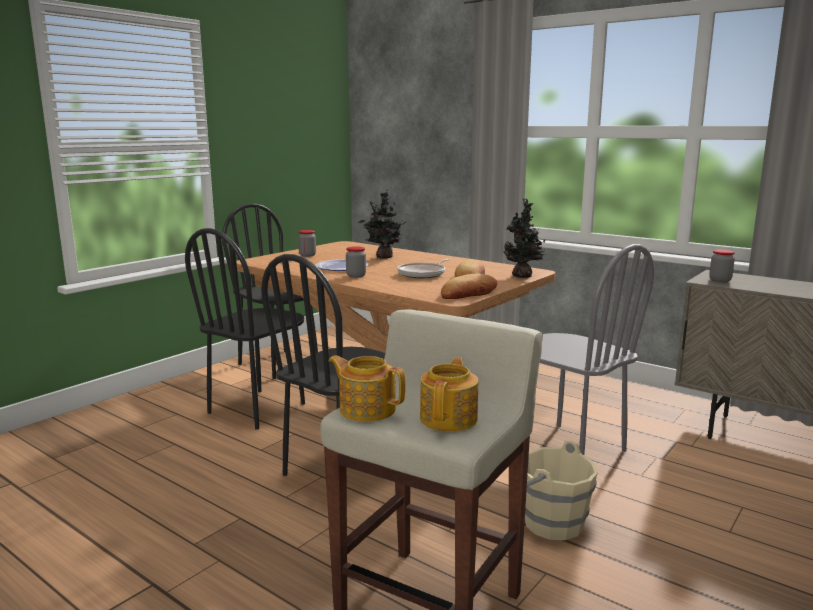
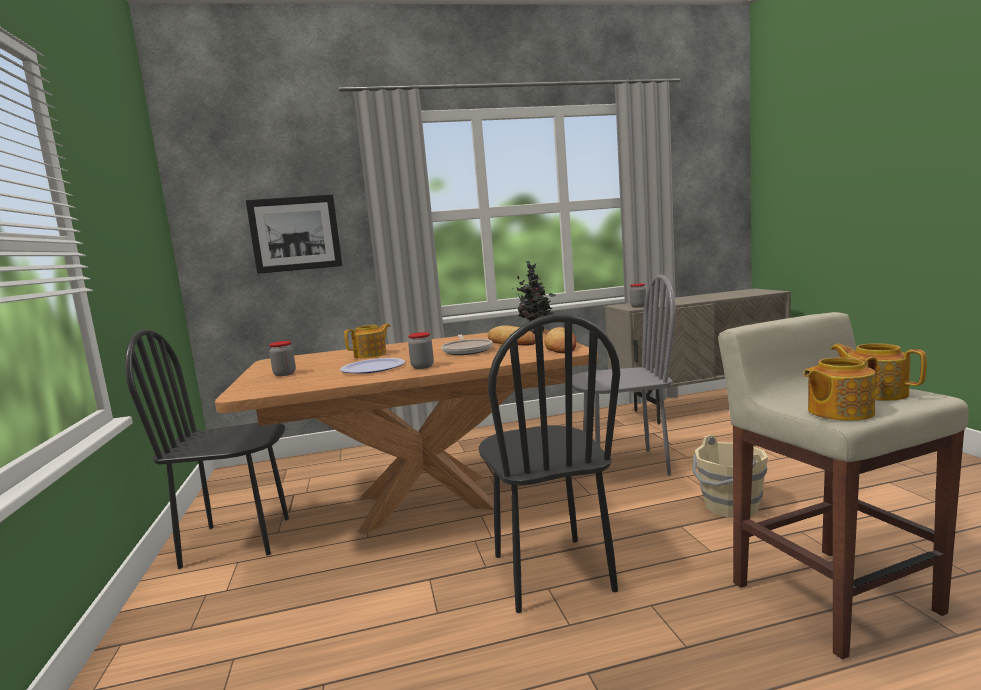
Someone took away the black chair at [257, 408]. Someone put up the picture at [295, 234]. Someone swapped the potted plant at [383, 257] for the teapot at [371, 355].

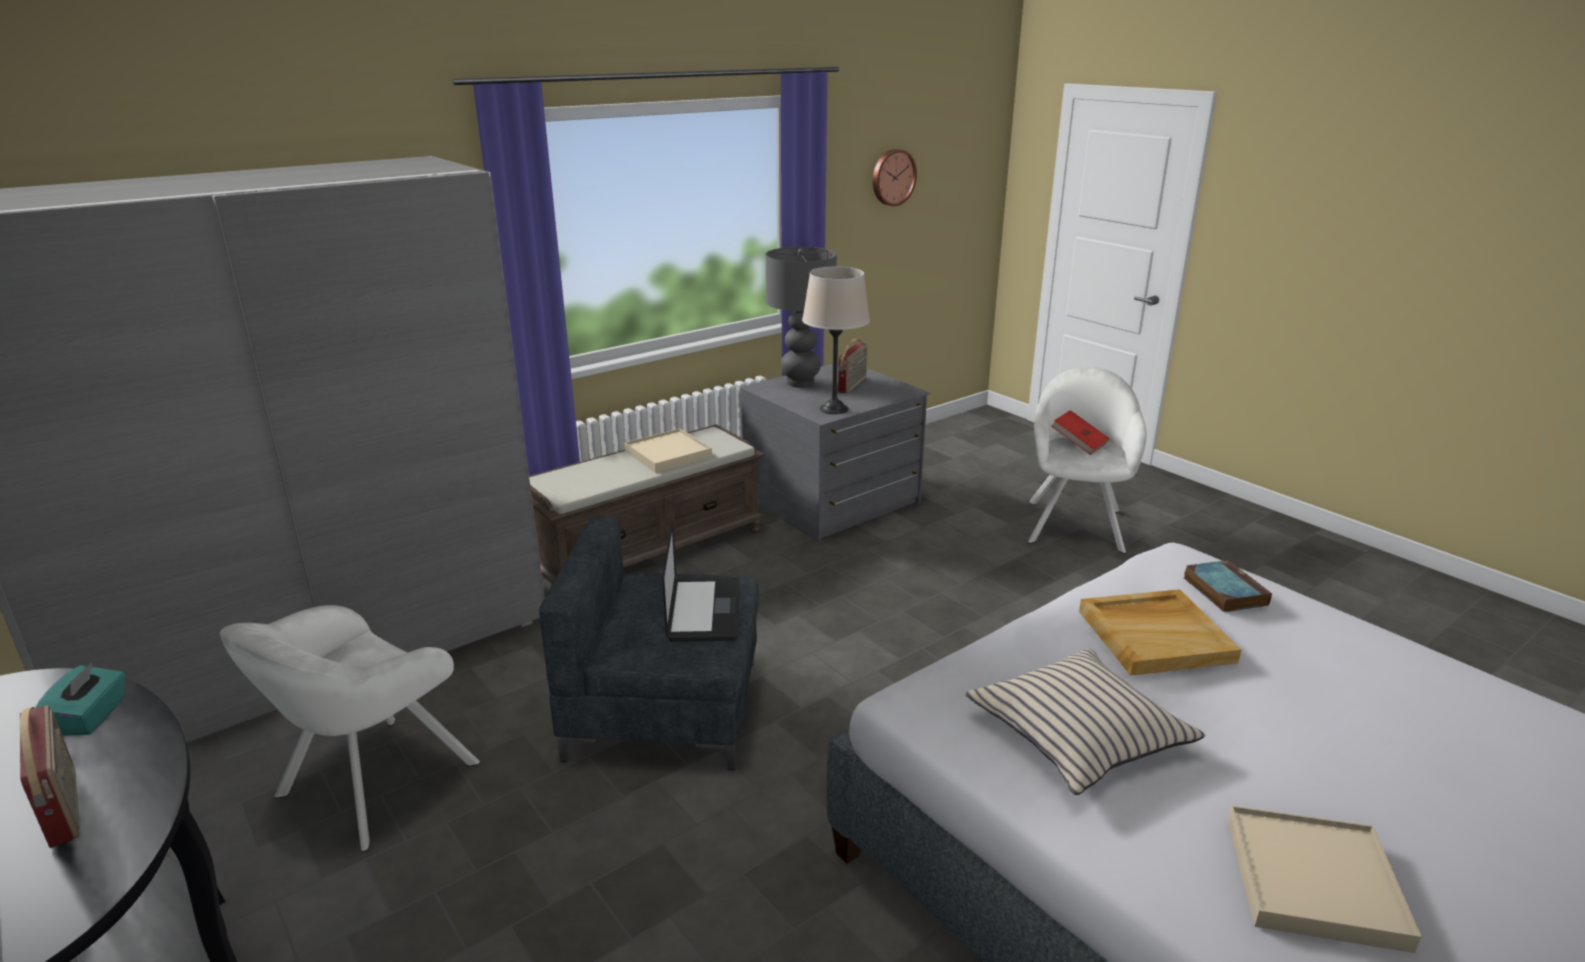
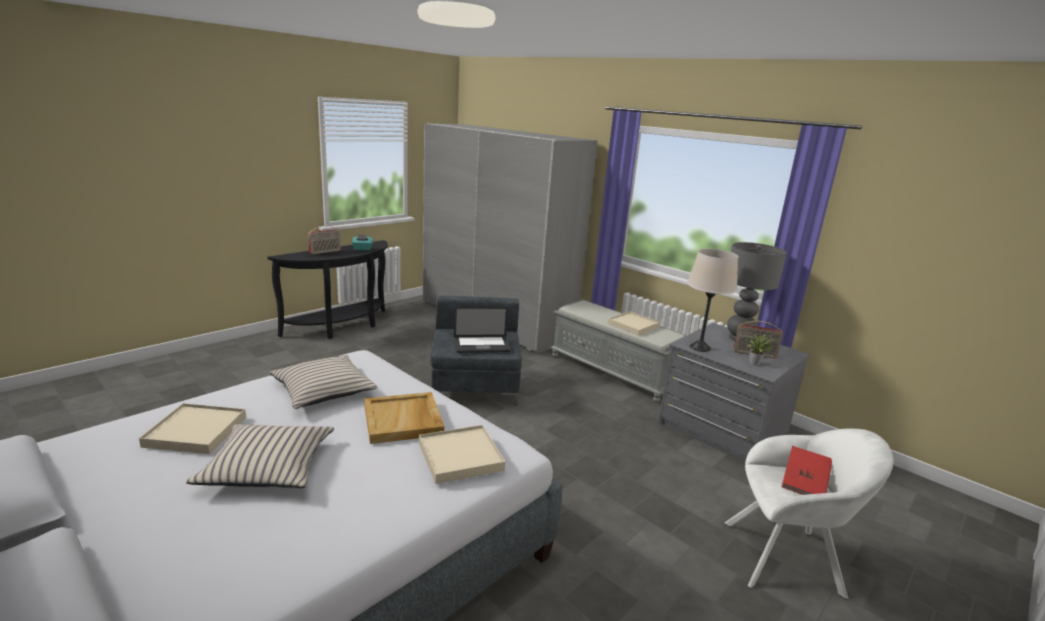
Someone took away the white armchair at [370, 785]. Someone took away the wall clock at [892, 177]. Someone put down the beige pillow at [268, 466]. Someone put down the potted plant at [755, 363]. Someone swapped the book at [1223, 590] for the beige tray at [460, 456]. Someone repainted the brown bench at [650, 550], which became the grey bench at [613, 372].

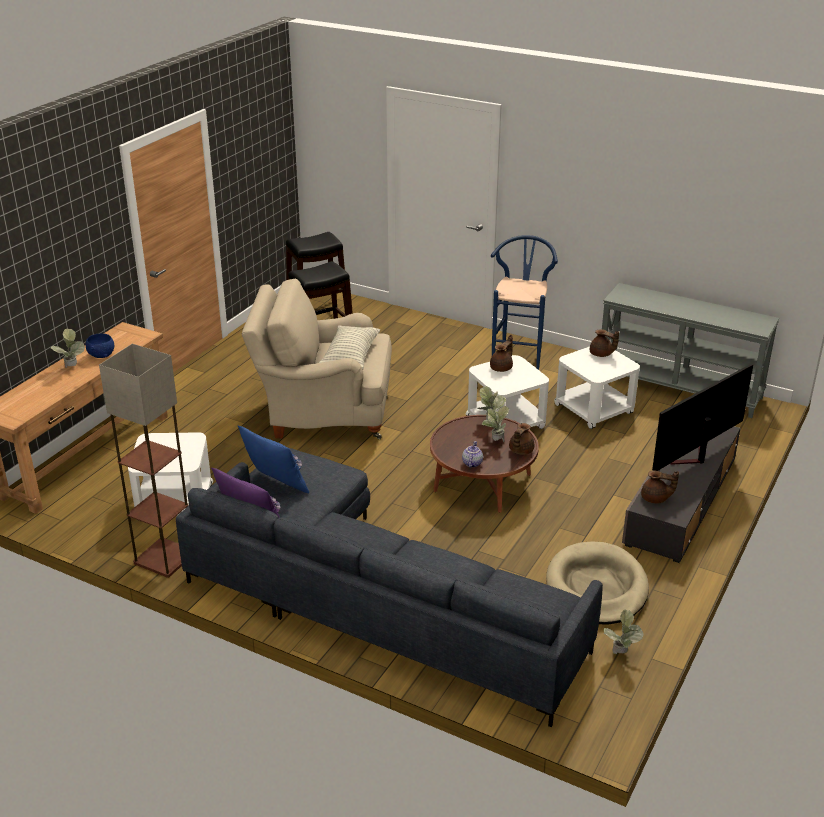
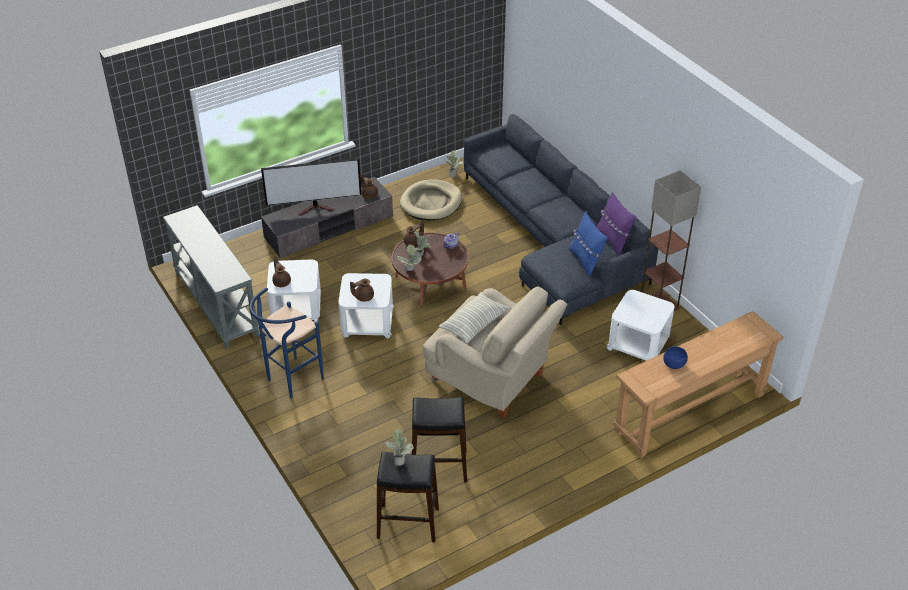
Someone carried the potted plant from [72, 368] to [399, 459].

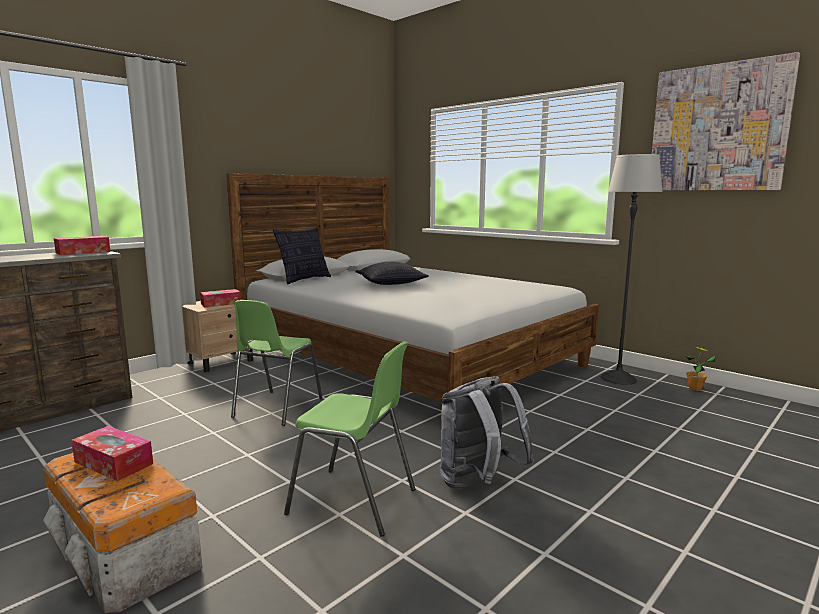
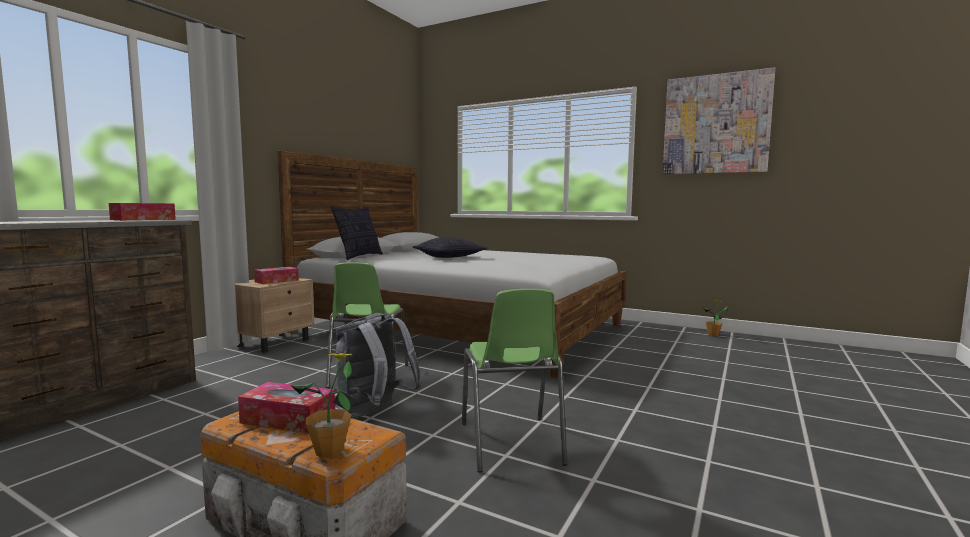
Someone took away the floor lamp at [618, 379]. Someone put down the potted plant at [329, 451]. Someone carried the grey backpack from [478, 484] to [374, 414]. Someone rotated the green chair at [354, 502] by 75 degrees clockwise.

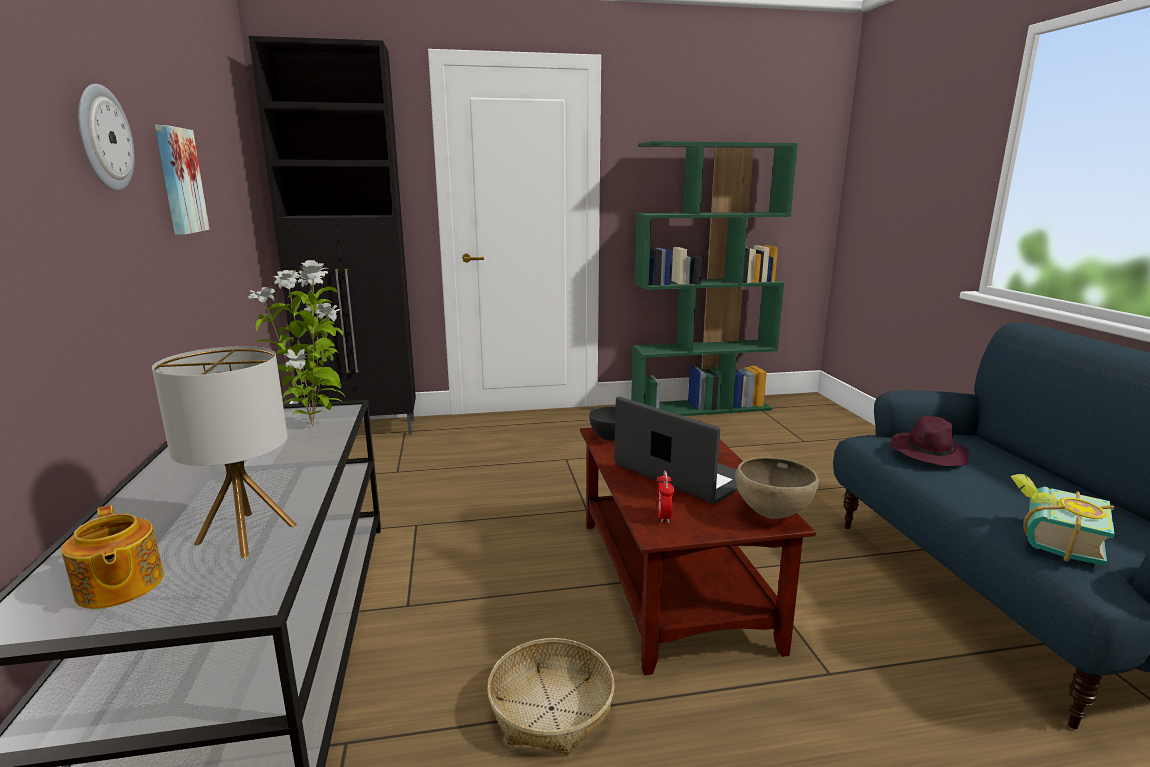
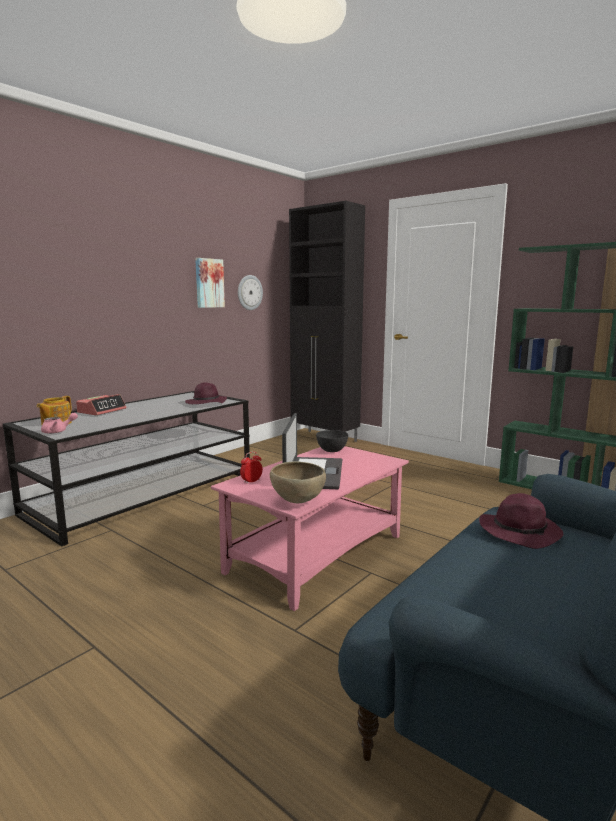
Someone took away the table lamp at [247, 534]. Someone took away the basket at [550, 708]. Someone took away the book at [1050, 539]. Someone put down the pink teapot at [58, 431]. Someone put down the alarm clock at [102, 411]. Someone carried the wall clock from [103, 138] to [249, 292]. Someone swapped the potted plant at [314, 425] for the purple hat at [206, 403]. Someone repainted the brown coffee table at [673, 582], which became the pink coffee table at [316, 554].

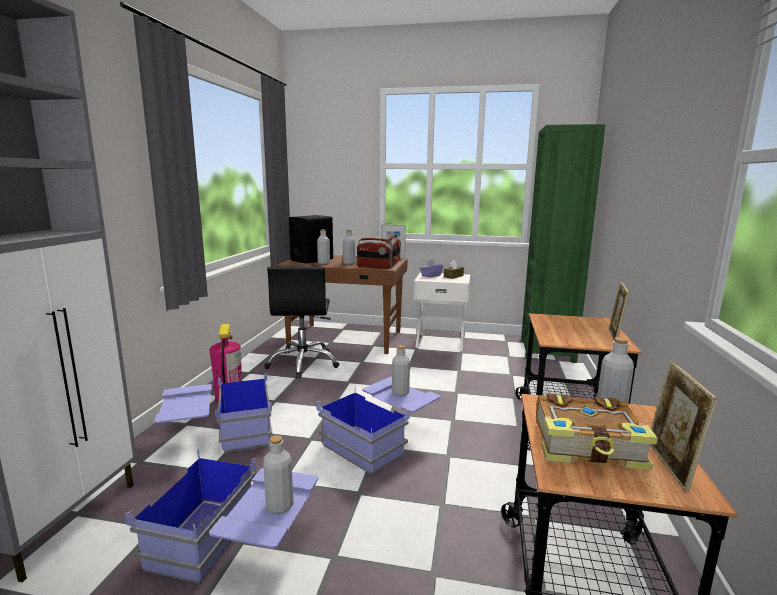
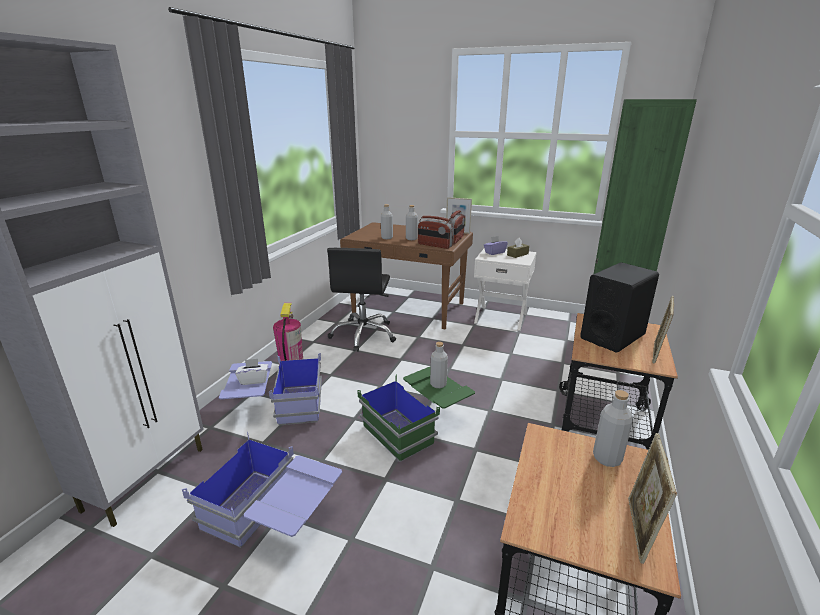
Someone took away the grey bottle at [279, 506]. Someone took away the book at [589, 445]. Someone put down the white tissue box at [254, 380]. Someone carried the black speaker from [312, 260] to [612, 336]. Someone repainted the blue storage box at [381, 440], which became the green storage box at [417, 426].

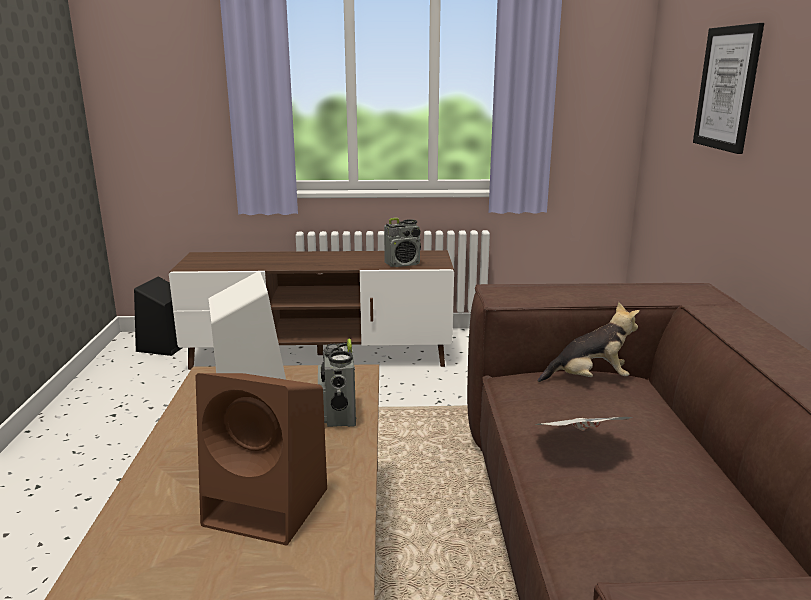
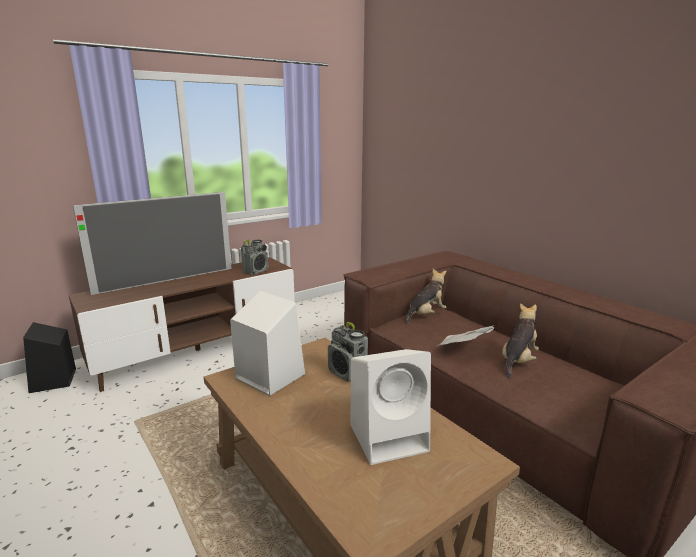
Someone took away the picture at [727, 88]. Someone put down the television at [166, 280]. Someone put down the plush toy at [518, 361]. Someone repainted the brown speaker at [270, 507], which became the white speaker at [390, 437].

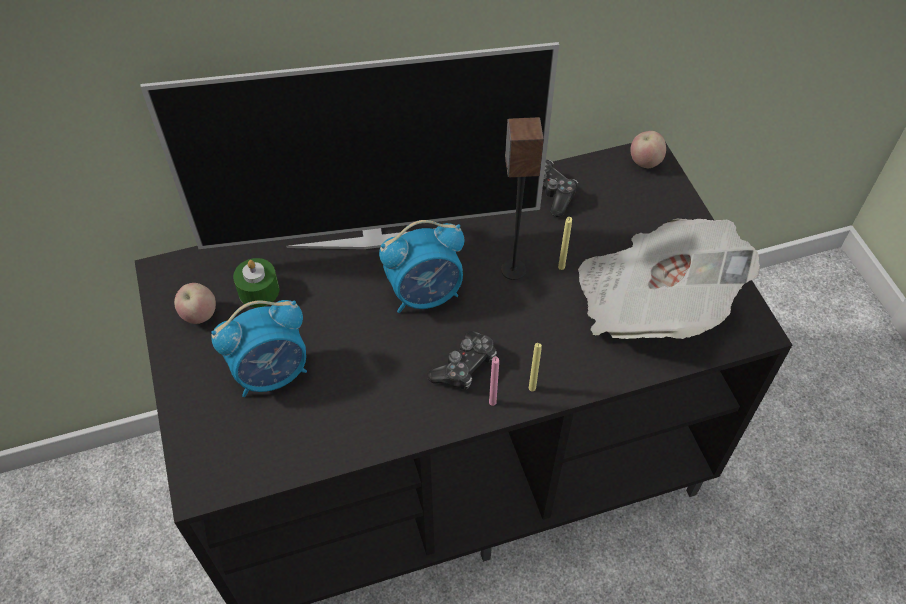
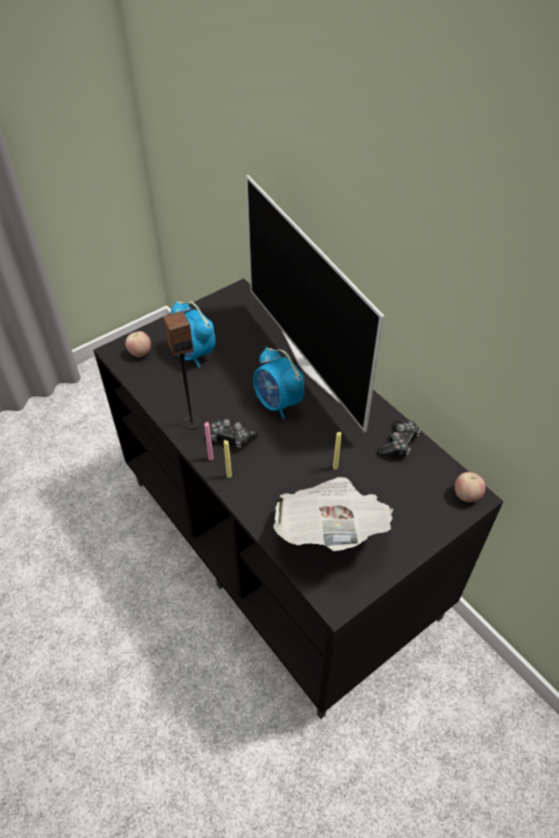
Someone took away the green candle at [259, 290]. Someone carried the apple from [199, 315] to [140, 353]. Someone carried the speaker from [512, 269] to [191, 422].

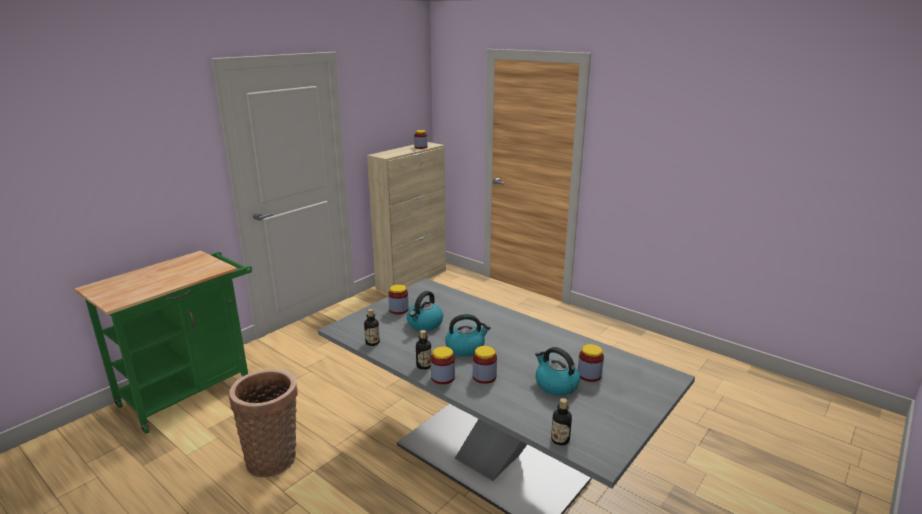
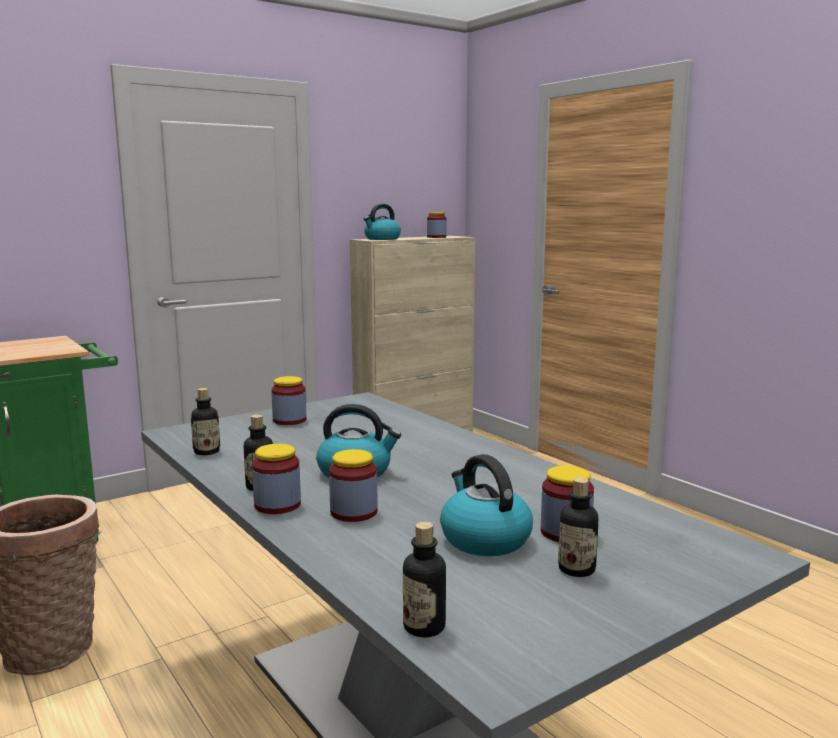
Someone put down the bottle at [576, 569]. Someone carried the kettle from [424, 324] to [382, 239].

